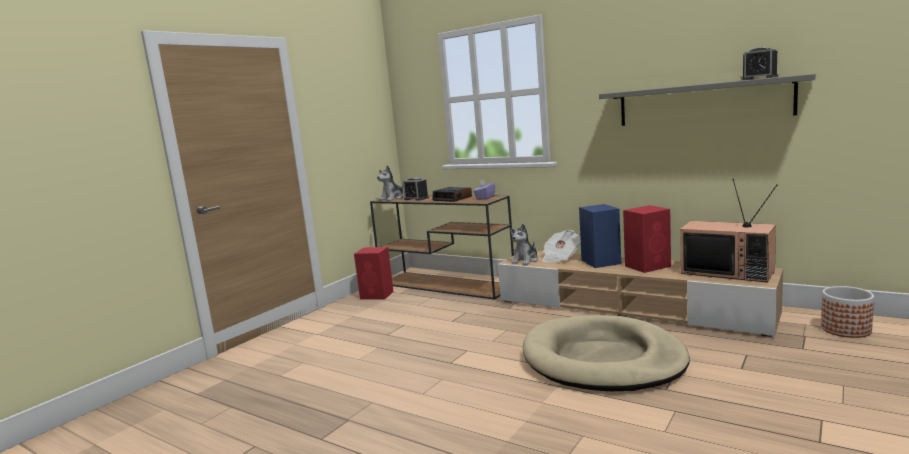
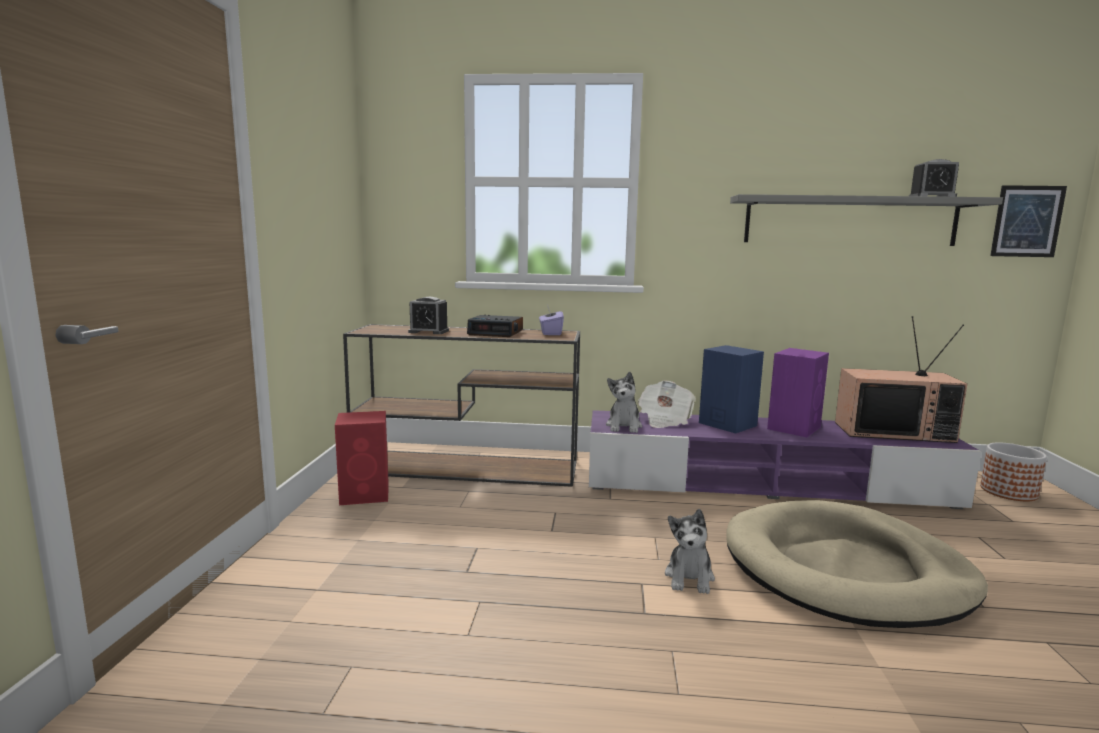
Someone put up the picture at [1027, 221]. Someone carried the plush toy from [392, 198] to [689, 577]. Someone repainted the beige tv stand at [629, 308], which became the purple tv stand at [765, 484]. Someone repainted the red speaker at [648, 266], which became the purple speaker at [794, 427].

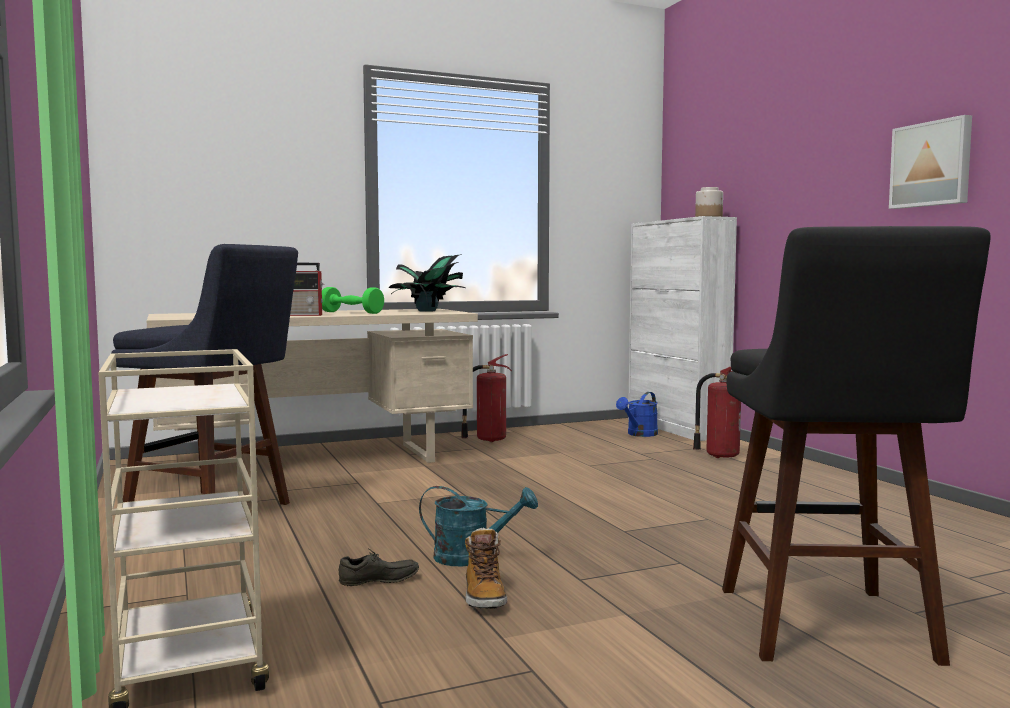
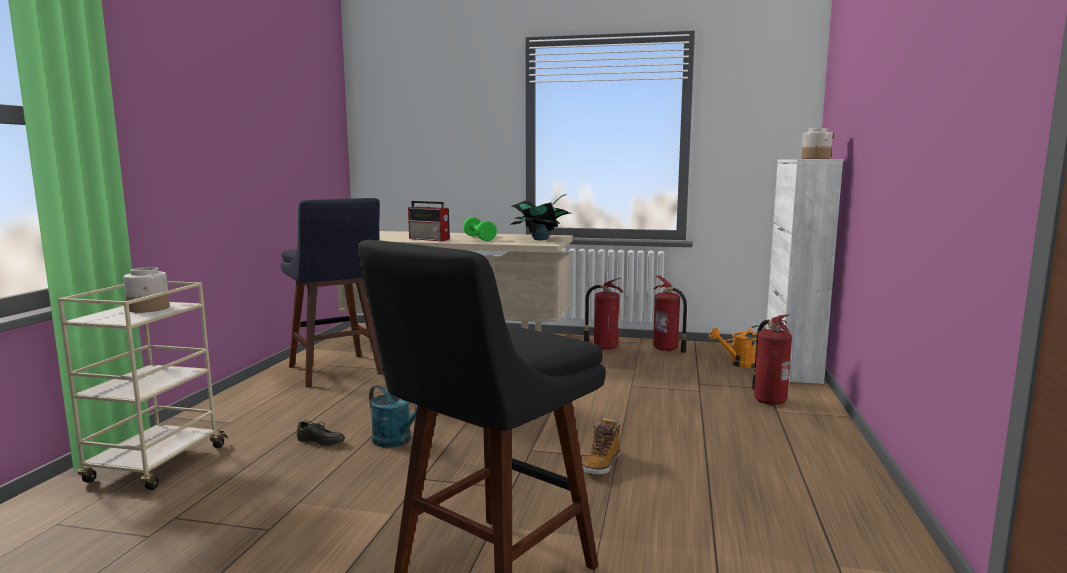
Someone took away the picture at [932, 164]. Someone put down the jar at [149, 308]. Someone put down the fire extinguisher at [666, 349]. Someone carried the boot from [484, 596] to [601, 465]. Someone repainted the blue watering can at [639, 434], which became the orange watering can at [740, 364].

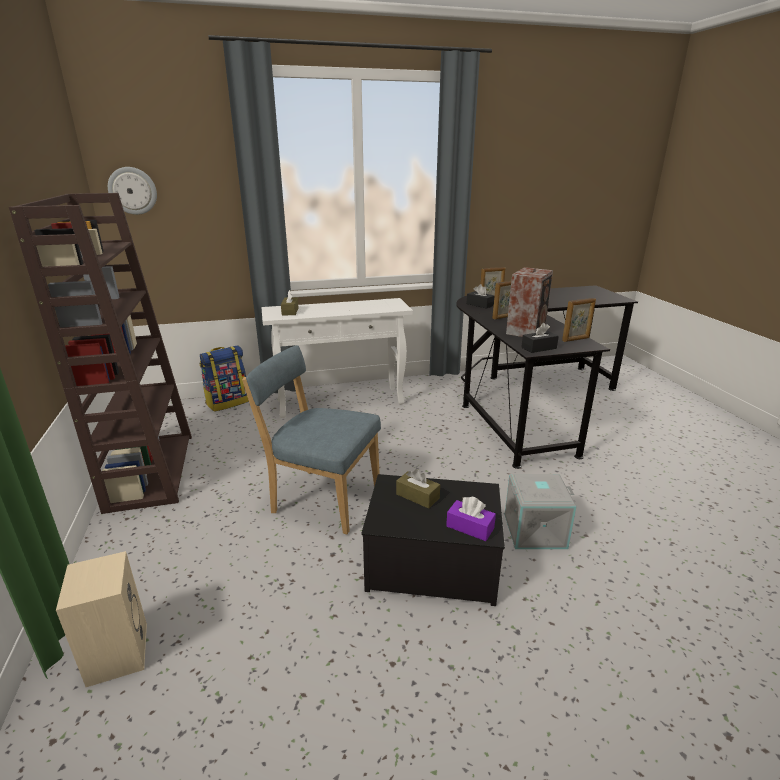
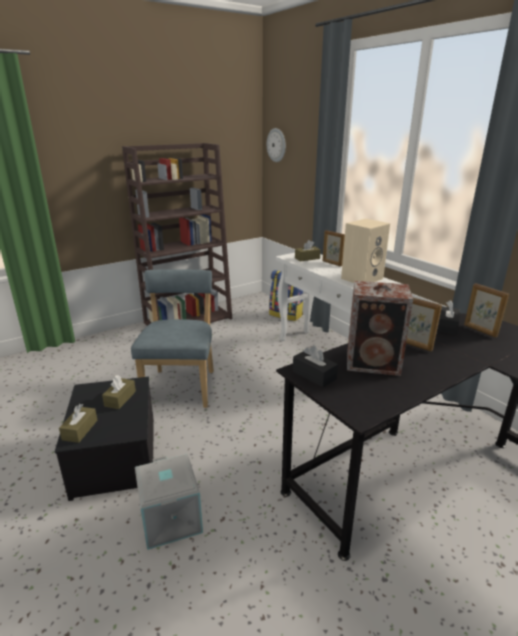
Someone carried the beige speaker from [116, 652] to [362, 278]. Someone carried the picture frame from [576, 339] to [332, 263]. Someone repainted the purple tissue box at [470, 527], which became the brown tissue box at [80, 430].

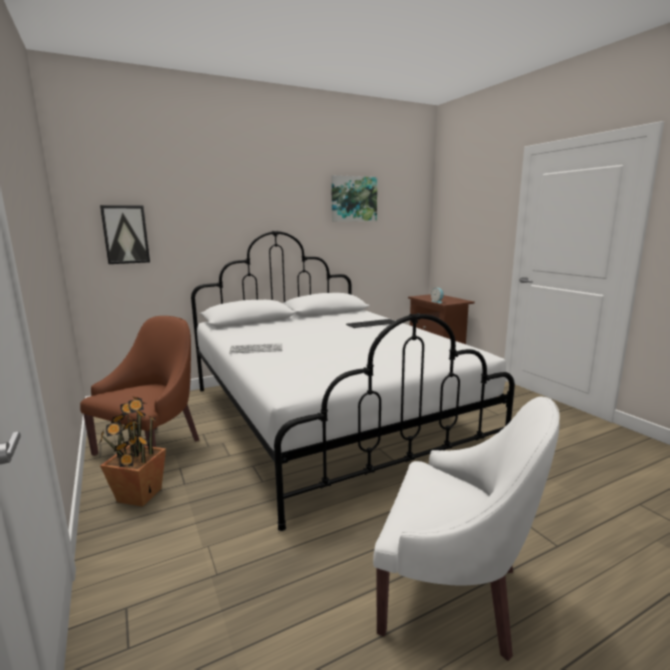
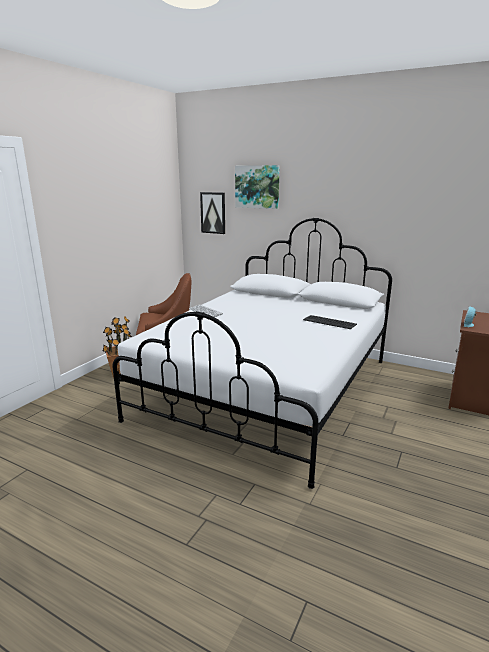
Someone took away the white armchair at [453, 592]. Someone carried the picture from [353, 199] to [257, 187].

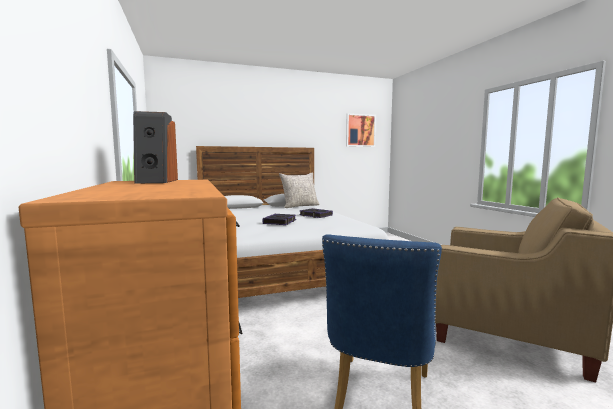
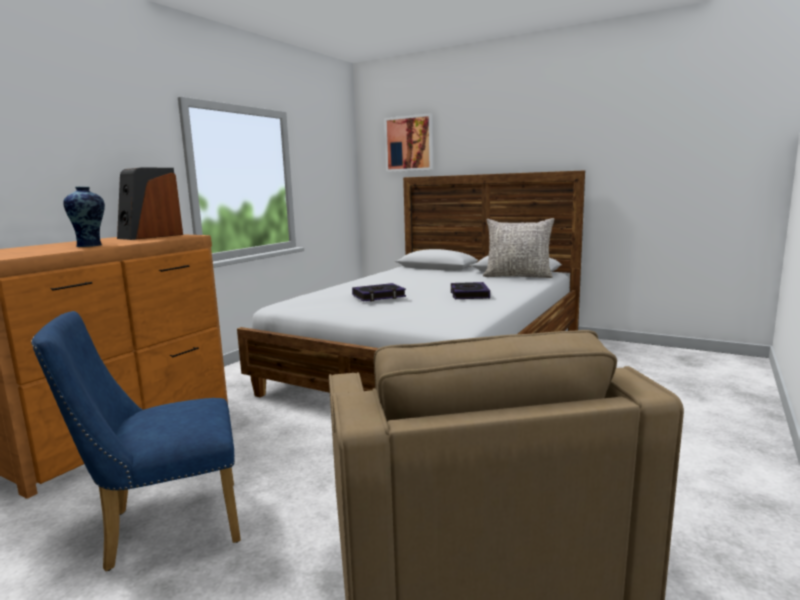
Someone put down the vase at [91, 245]. Someone carried the picture from [360, 130] to [409, 143].

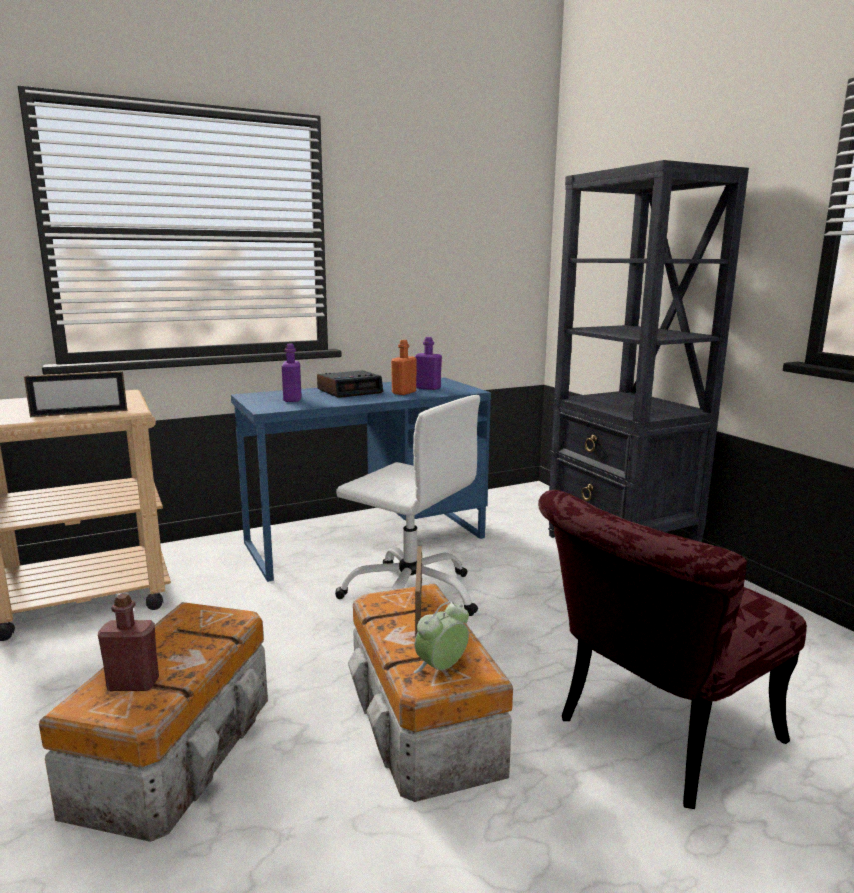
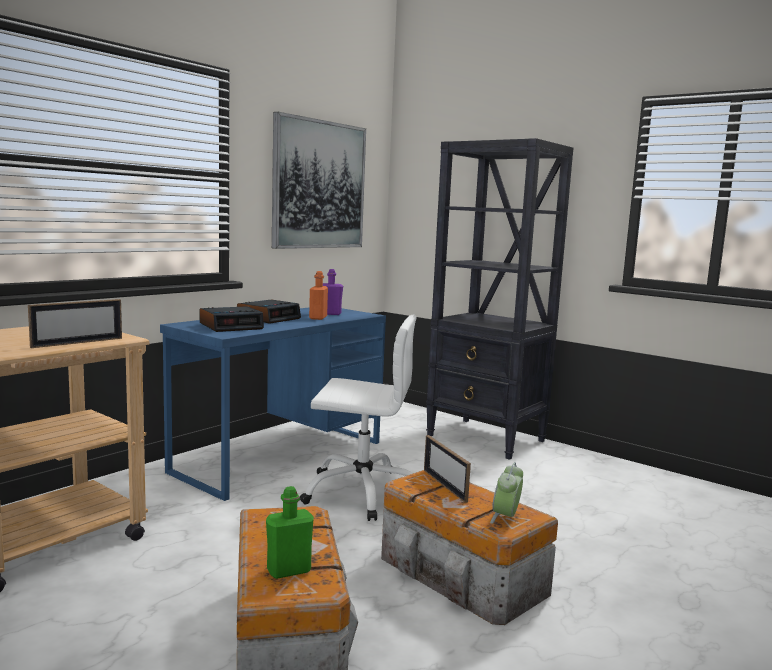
Someone took away the red chair at [654, 738]. Someone put up the picture at [319, 185]. Someone swapped the purple bottle at [292, 399] for the alarm clock at [231, 326]. Someone repainted the red bottle at [133, 684], which became the green bottle at [289, 570].

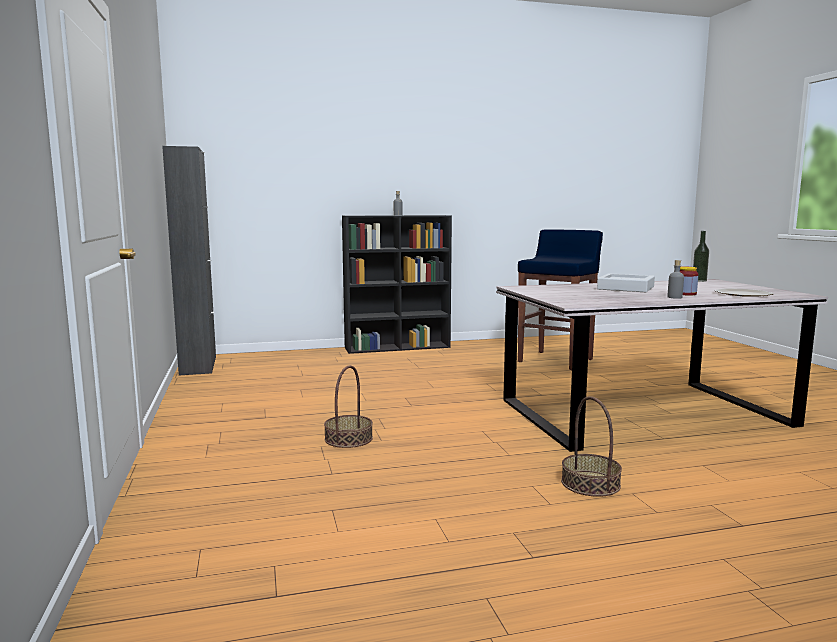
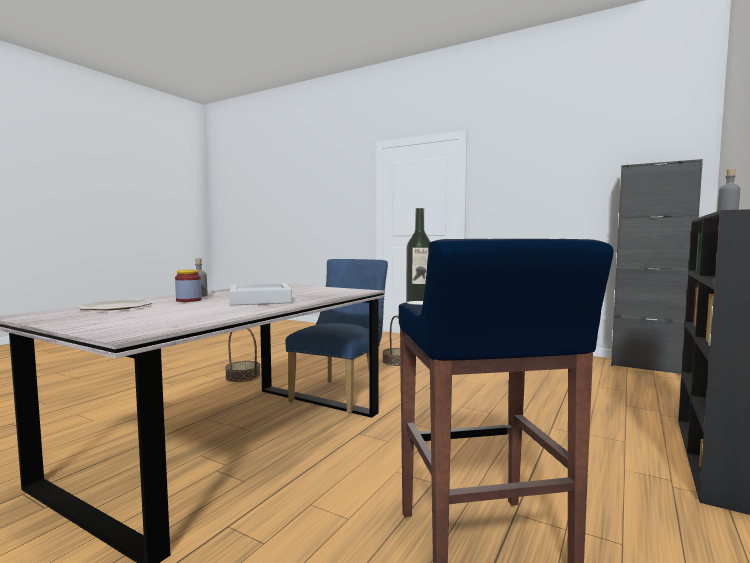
Someone put down the blue chair at [341, 393]. Someone carried the bottle from [699, 280] to [419, 303].

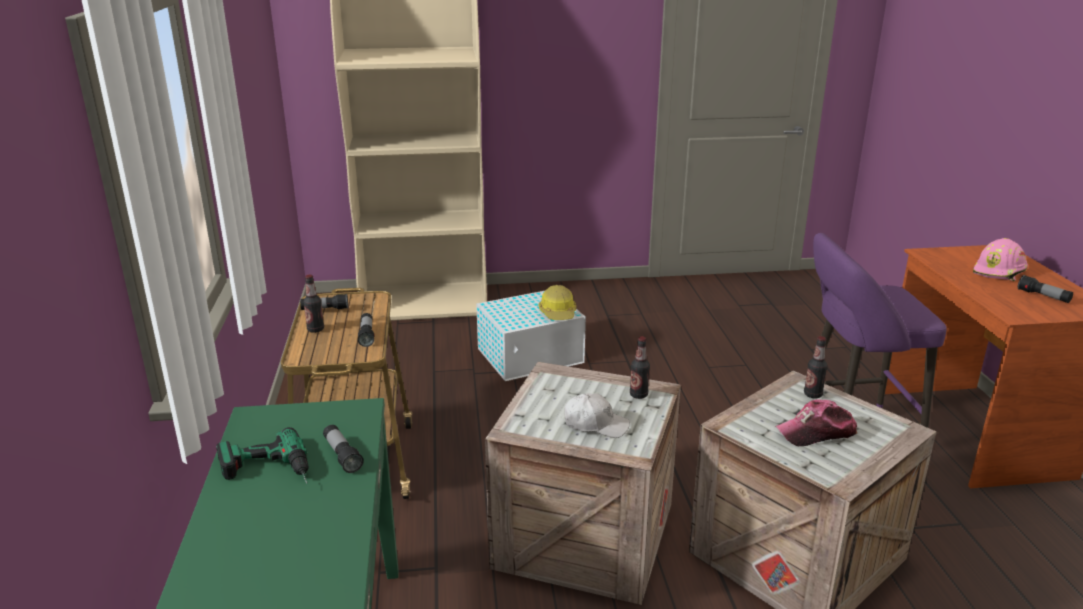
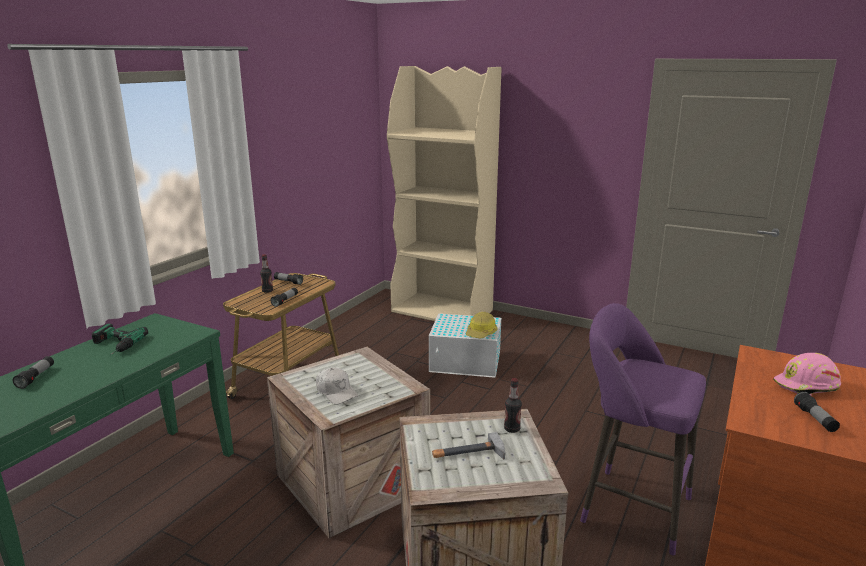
Someone took away the bottle at [638, 395]. Someone carried the flashlight from [342, 455] to [36, 377]. Someone swapped the cap at [816, 432] for the hammer at [468, 453].

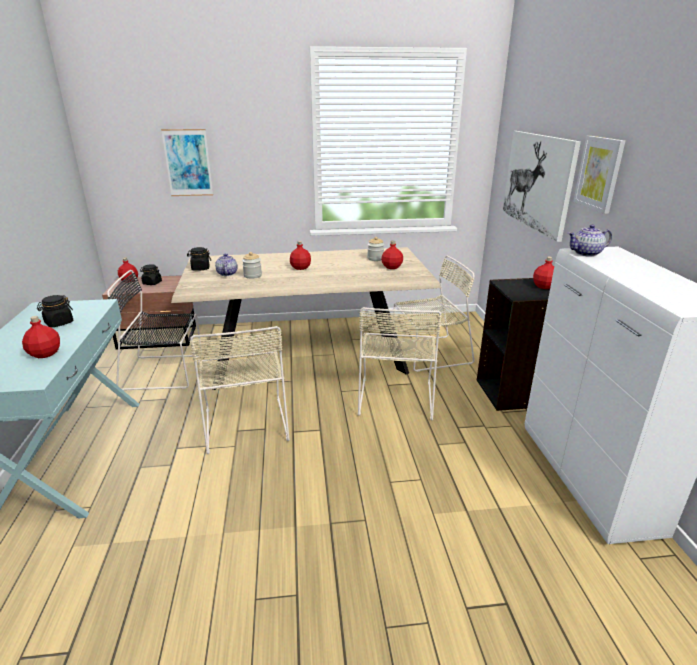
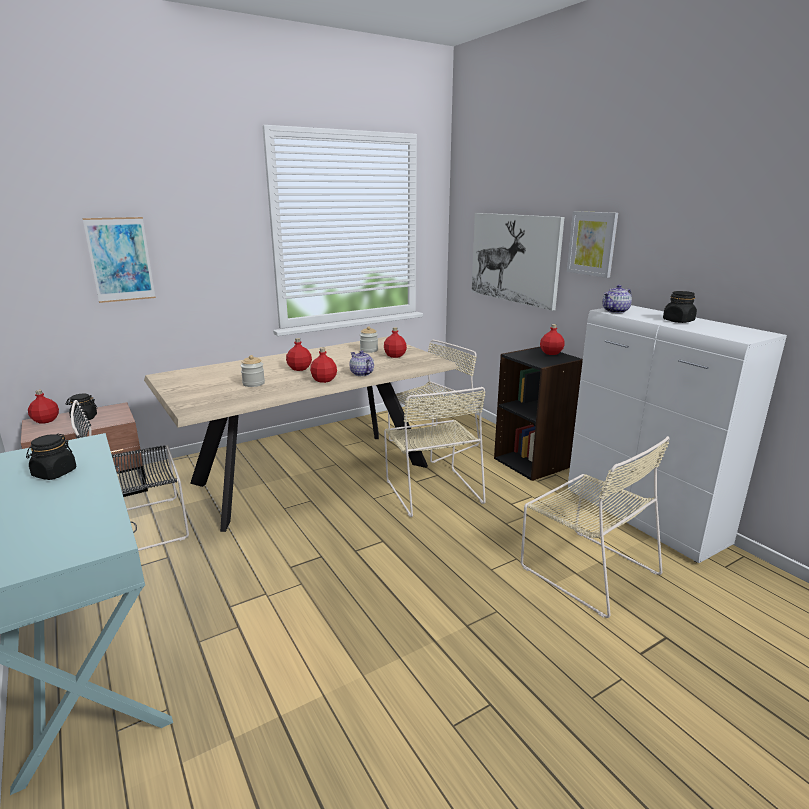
Someone carried the red bottle from [45, 353] to [323, 380]. Someone carried the black jar from [200, 268] to [678, 321]. Someone carried the beige chair from [245, 422] to [585, 568]. Someone carried the teapot from [227, 274] to [362, 374].

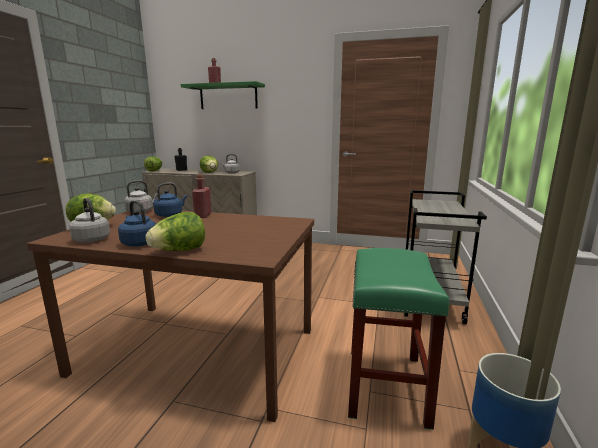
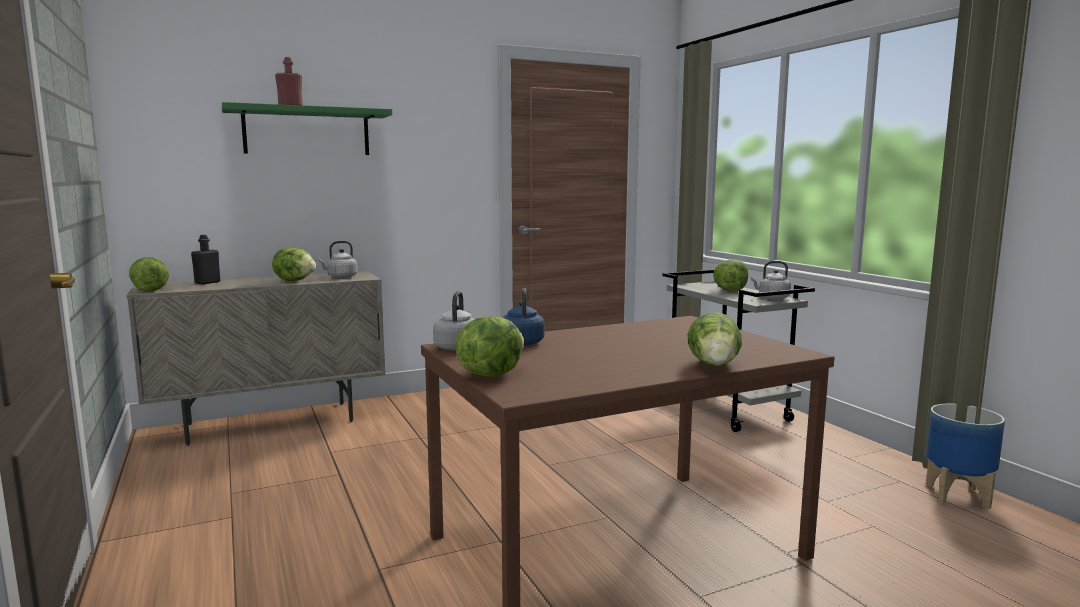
Someone took away the blue kettle at [138, 243]. Someone took away the red bottle at [203, 215]. Someone took away the green stool at [387, 385]. Someone put down the lettuce at [730, 290]. Someone carried the grey kettle from [91, 239] to [772, 298].

